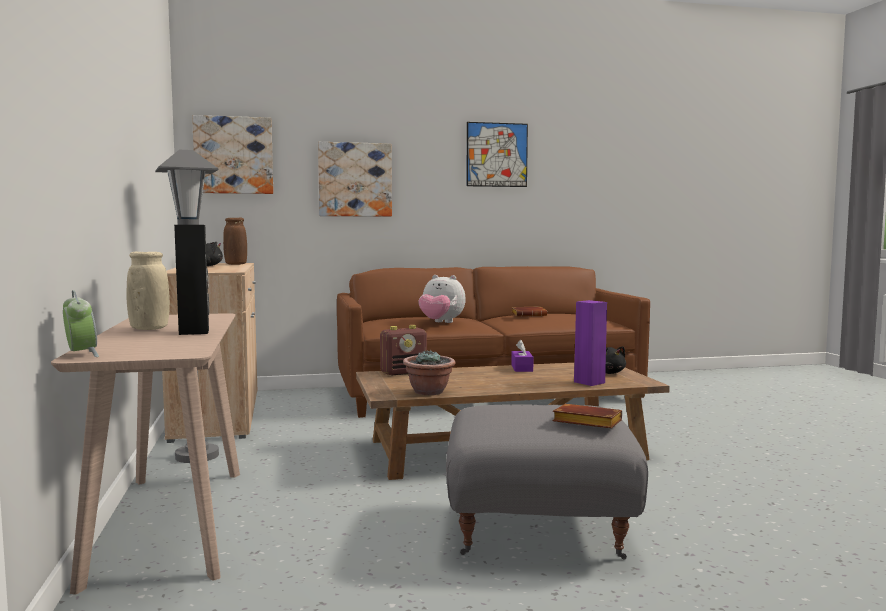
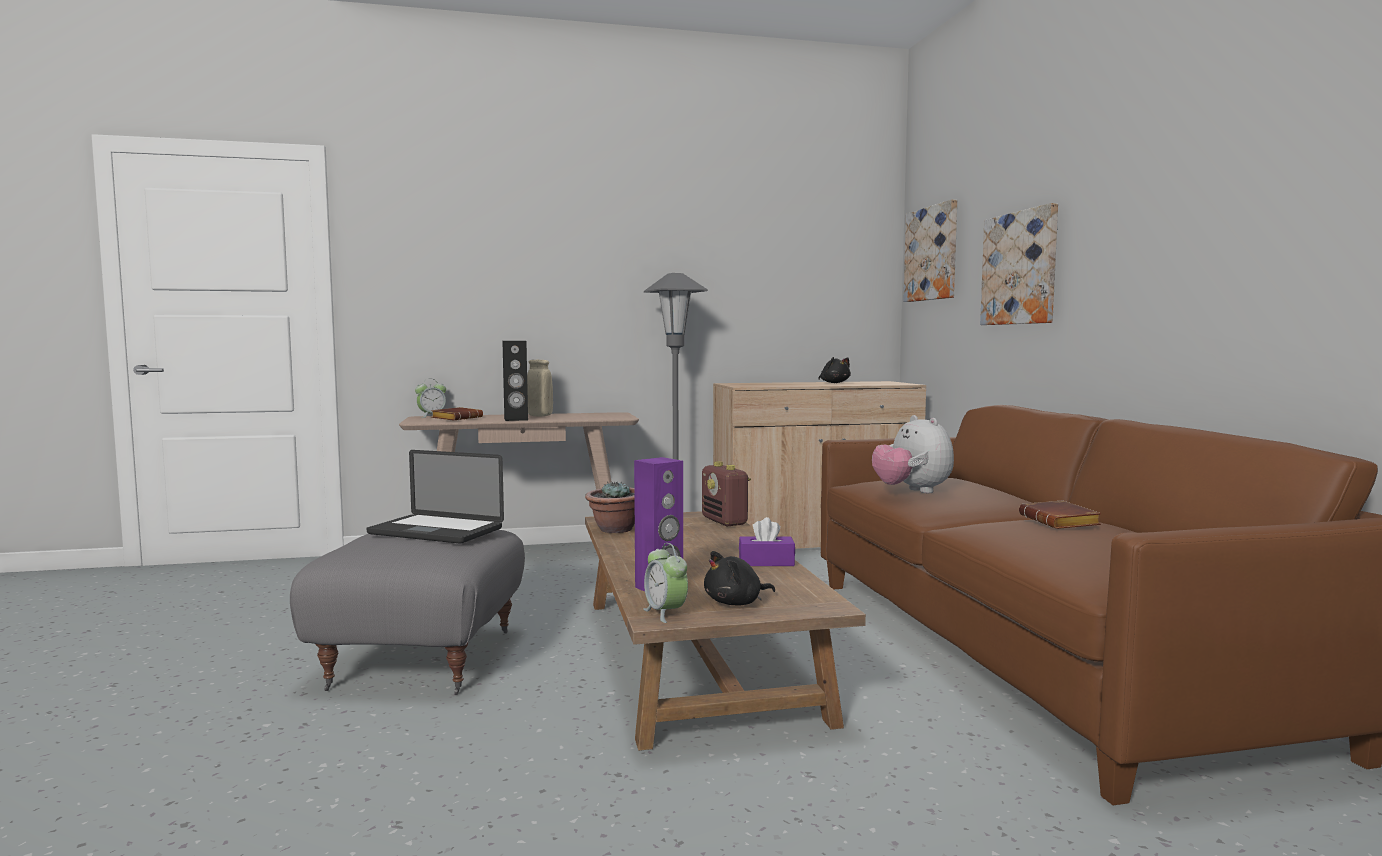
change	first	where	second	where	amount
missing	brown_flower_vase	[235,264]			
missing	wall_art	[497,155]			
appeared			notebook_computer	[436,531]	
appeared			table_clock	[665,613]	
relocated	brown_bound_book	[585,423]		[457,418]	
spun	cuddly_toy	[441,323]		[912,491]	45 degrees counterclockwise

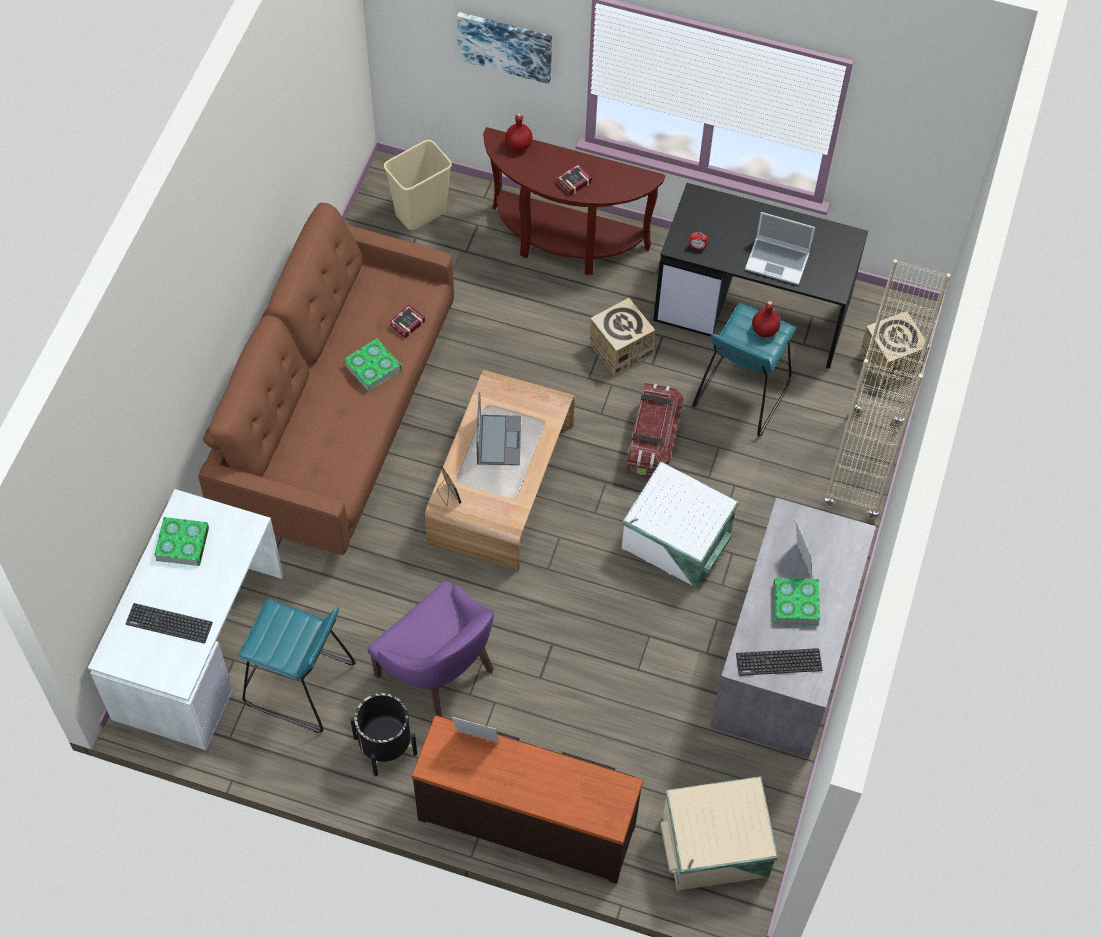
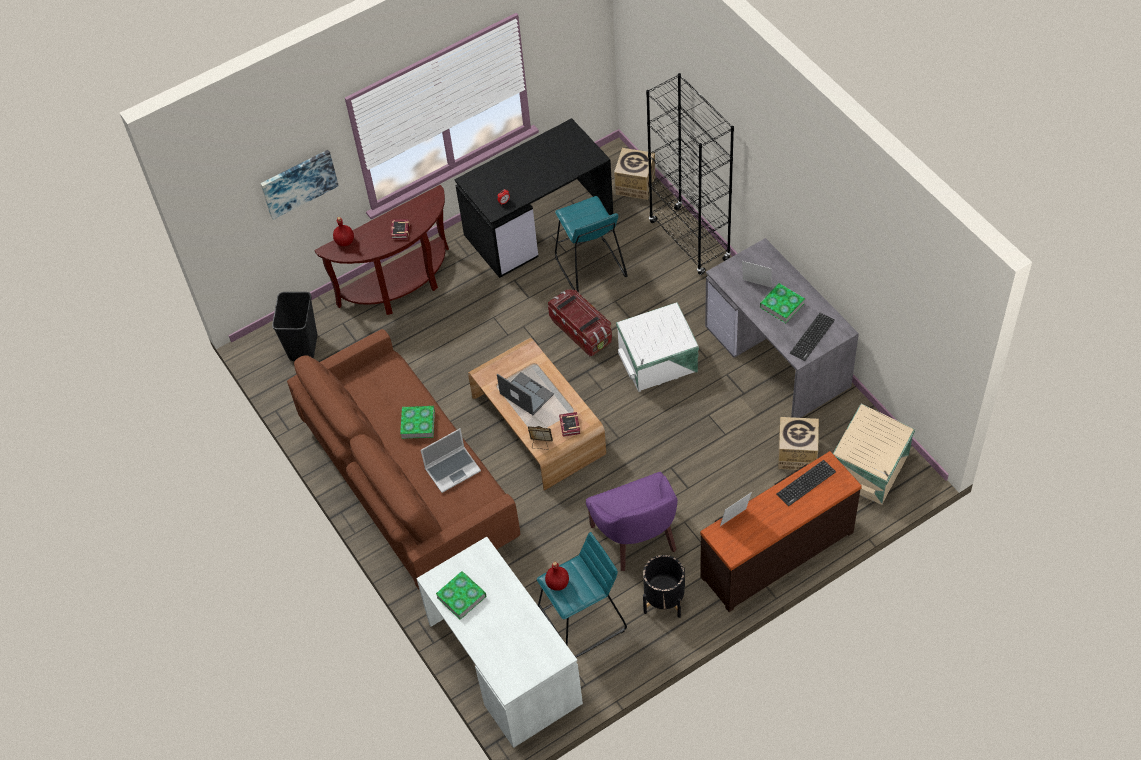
change	first	where	second	where	amount
relocated	PC_keyboard	[169,623]		[806,483]	
relocated	bound_book	[405,324]		[569,427]	
relocated	carton	[620,349]		[797,454]	
relocated	notebook_computer	[778,261]		[453,469]	
relocated	reddish_drink_bottle	[764,330]		[557,583]	
colour	beige-coloured_waste_bin	[420,212]	black-coloured_waste_bin	[303,347]	
colour	beige-coloured_bookshelf	[863,465]	black-coloured_bookshelf	[689,241]	
spun	purple-coloured_armchair	[440,670]		[637,537]	75 degrees clockwise

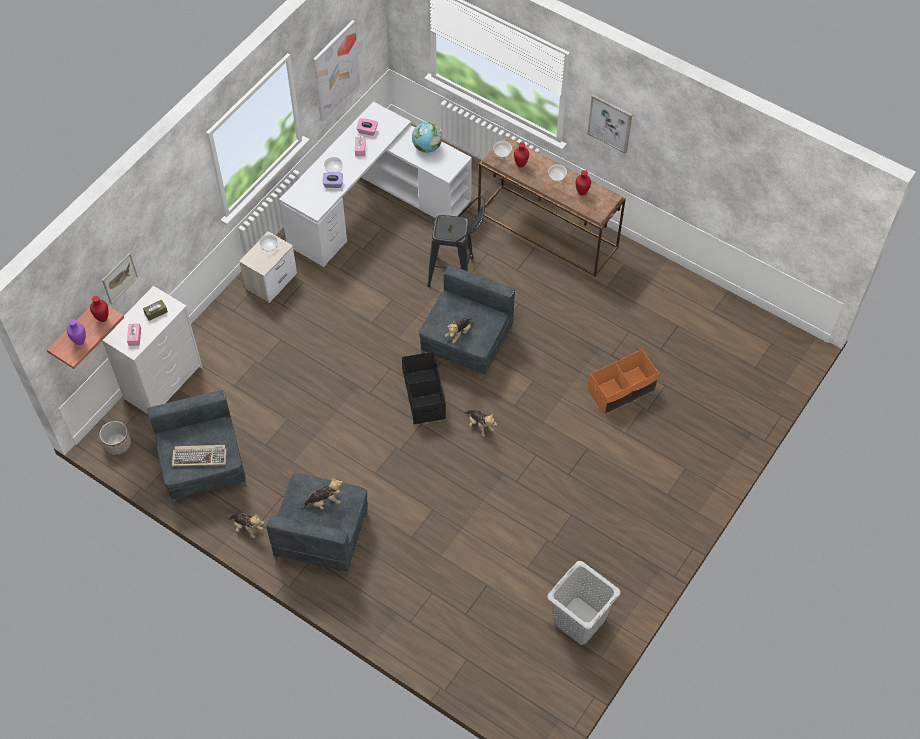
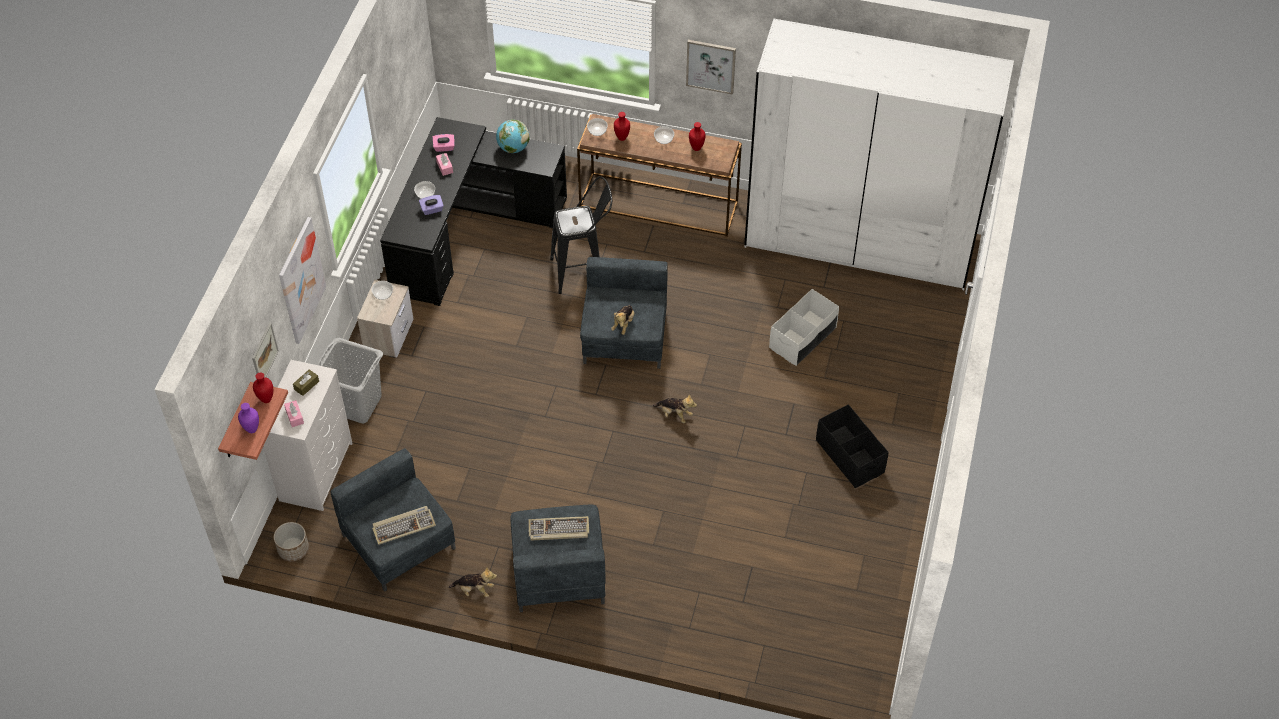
change	first	where	second	where	amount
appeared			white_clothes_cupboard	[860,242]	
relocated	wall_art	[335,70]		[301,280]	
relocated	black-coloured_storage_box	[424,396]		[850,456]	
relocated	grey_washing_basket	[579,621]		[356,404]	
exchanged	cuddly_toy	[324,501]	PC_keyboard	[558,530]	
colour	white_desk_unit	[375,204]	black-coloured_desk_unit	[466,228]	
colour	orange_storage_box	[621,390]	white_storage_box	[803,338]	

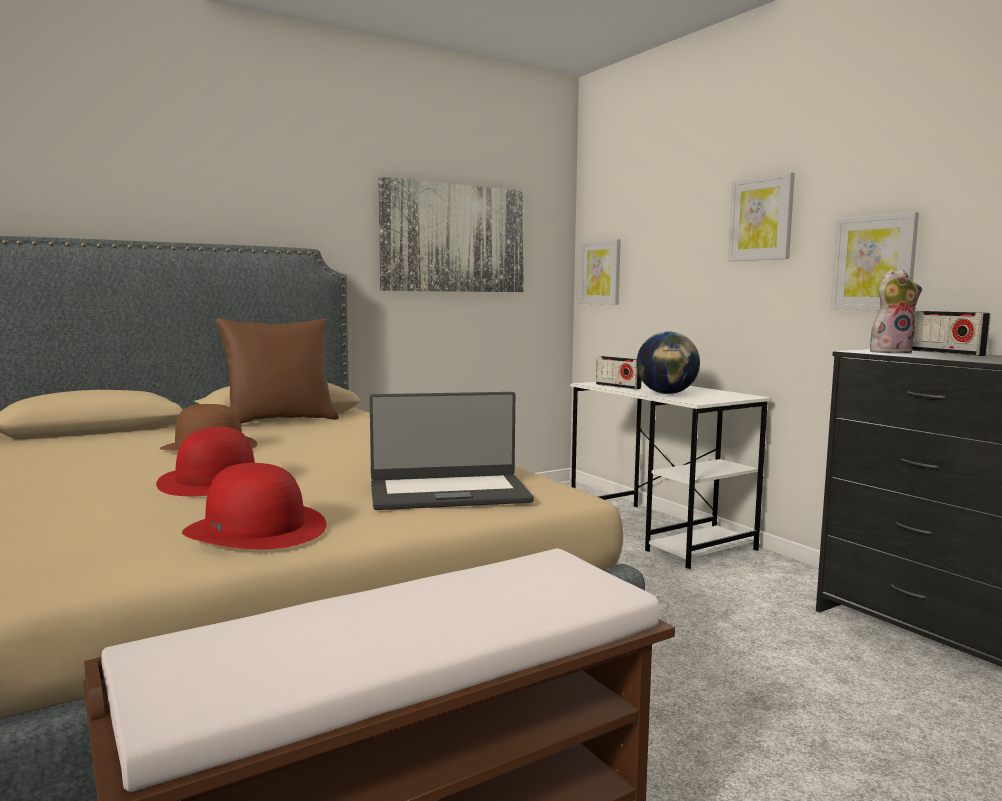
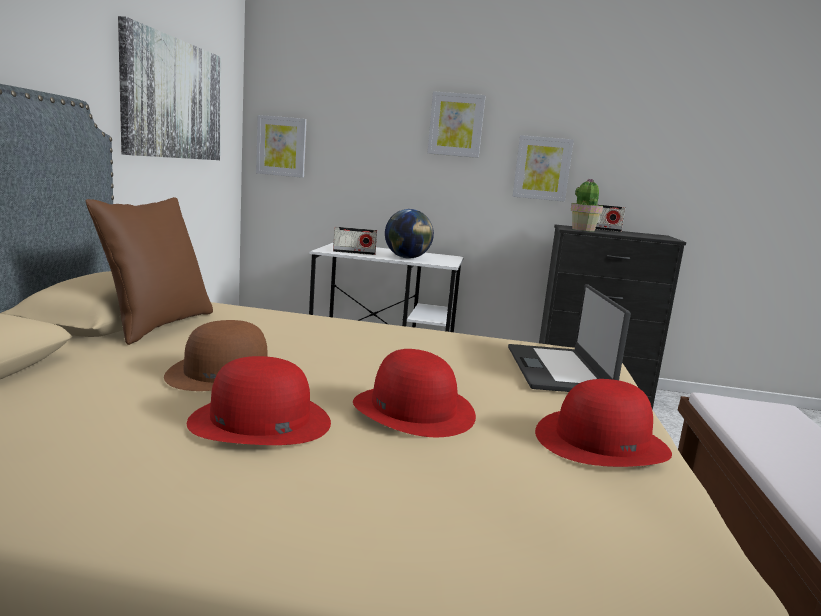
change	first	where	second	where	amount
appeared			reddish_hat	[259,421]	
exchanged	cuddly_toy	[890,352]	potted_plant	[583,229]	
spun	notebook_computer	[448,493]		[558,370]	150 degrees clockwise

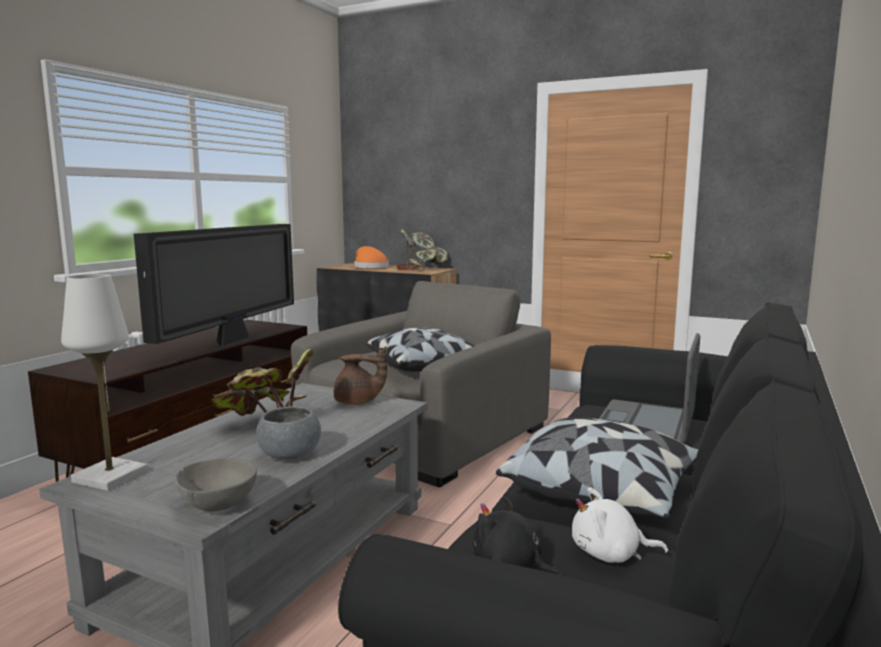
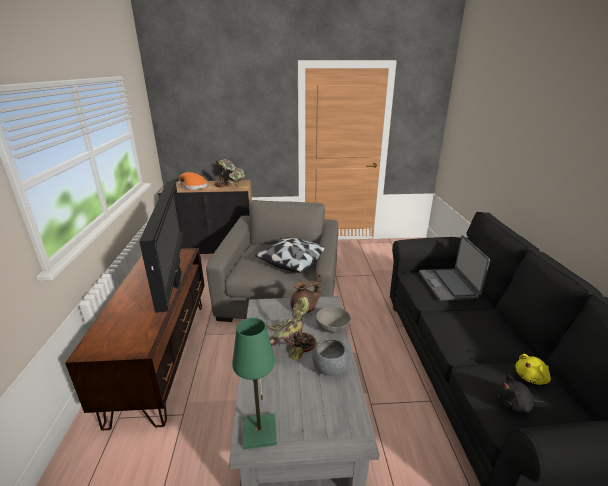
change	first	where	second	where	amount
missing	throw_pillow	[603,492]			
relocated	grey_bowl	[218,505]		[333,328]	
colour	white_tabletop_lamp	[111,477]	greenish_tabletop_lamp	[259,432]	
colour	white_cuddly_toy	[610,554]	yellow-coloured_cuddly_toy	[531,377]	

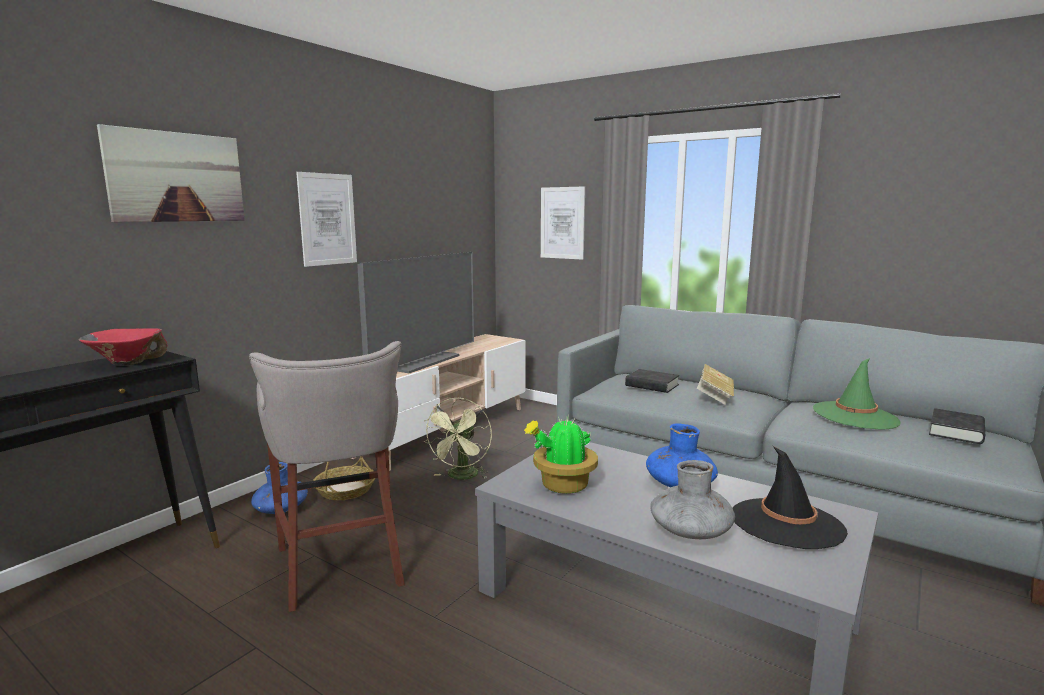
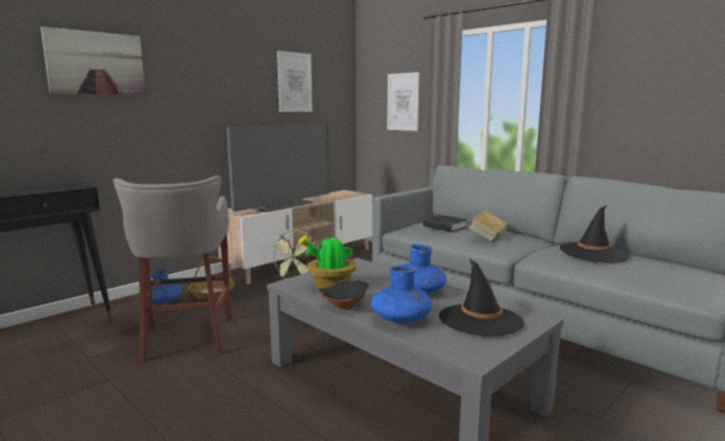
change	first	where	second	where	amount
missing	reddish_bowl	[127,363]			
missing	black-coloured_bound_book	[956,431]			
appeared			black-coloured_bowl	[343,306]	
relocated	wall_art	[327,219]		[295,82]	
colour	grey_flower_vase	[690,532]	blue_flower_vase	[401,319]	
colour	greenish_hat	[855,416]	black-coloured_hat	[593,253]	

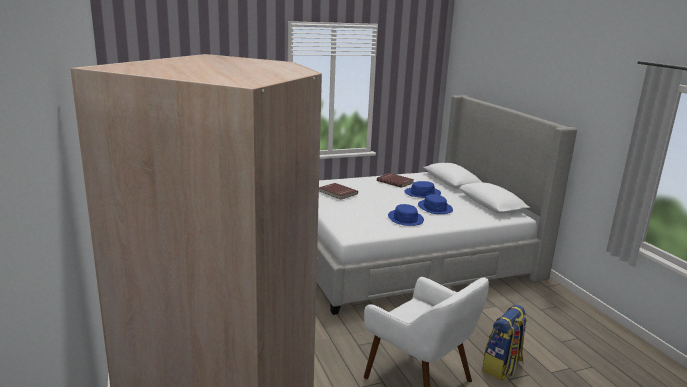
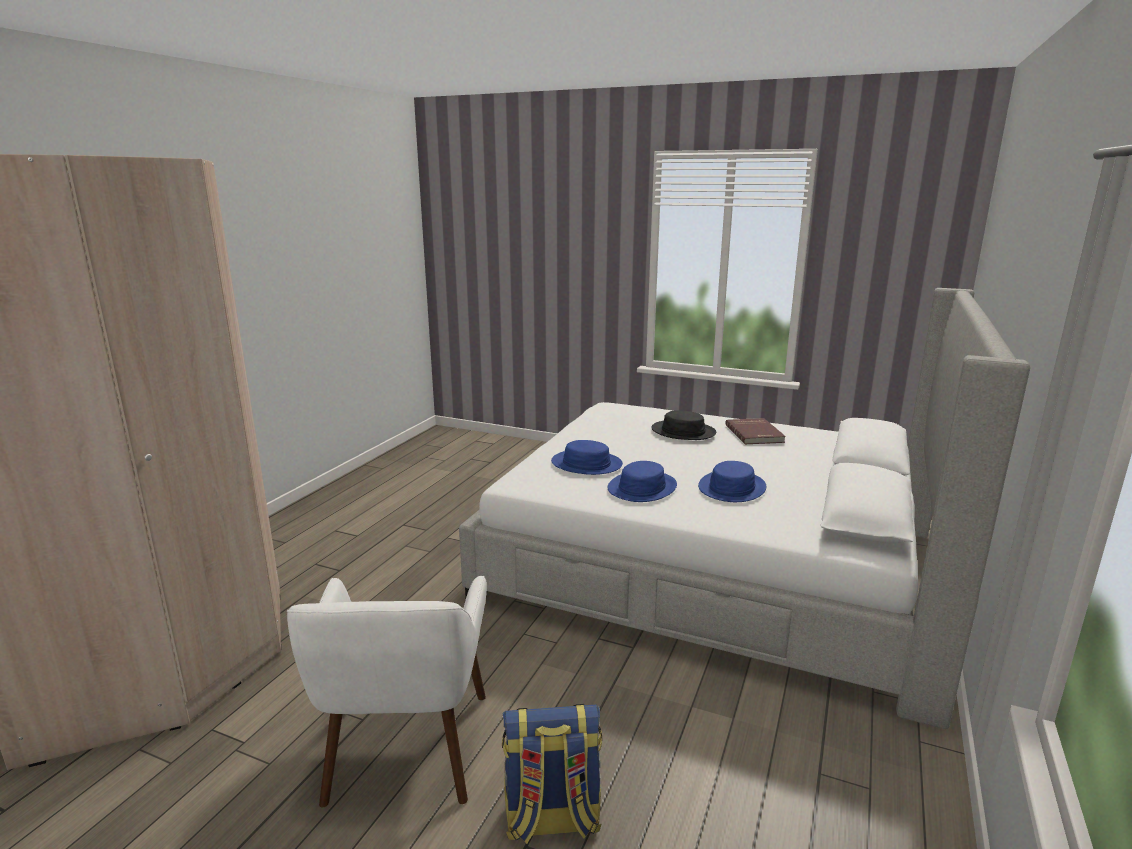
change	first	where	second	where	amount
missing	reddish_bound_book	[337,192]			
appeared			black-coloured_hat	[683,431]	
relocated	blue_hat	[422,193]		[586,464]	

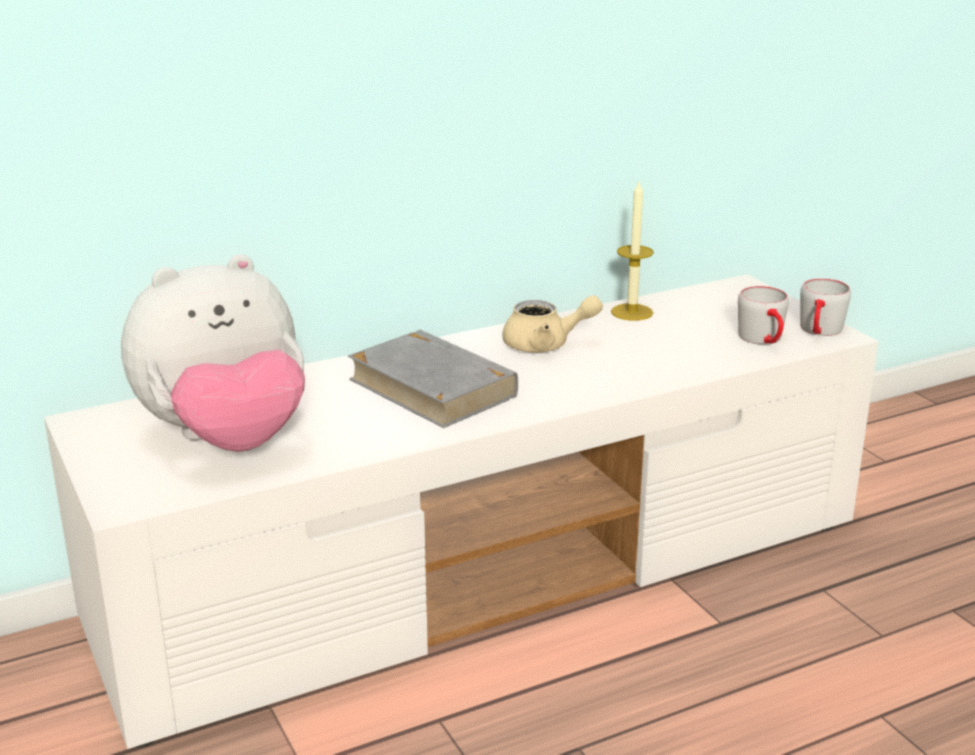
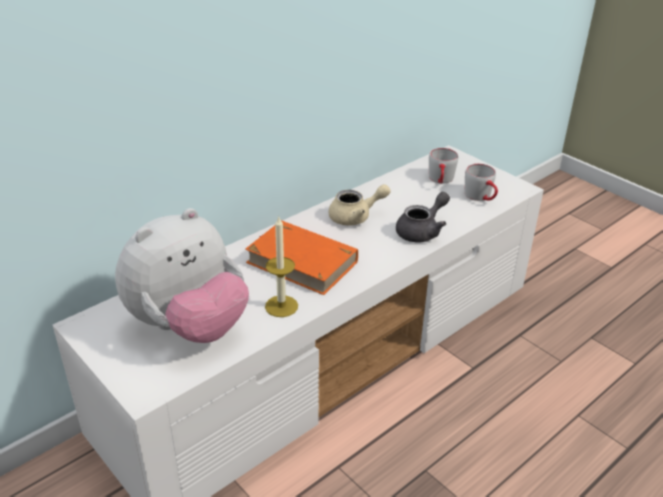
change	first	where	second	where	amount
appeared			grey_teapot	[422,231]	
relocated	wax_candle	[632,312]		[281,306]	
relocated	grey_mug	[820,332]		[441,180]	
colour	grey_bound_book	[432,387]	orange_bound_book	[302,262]	

